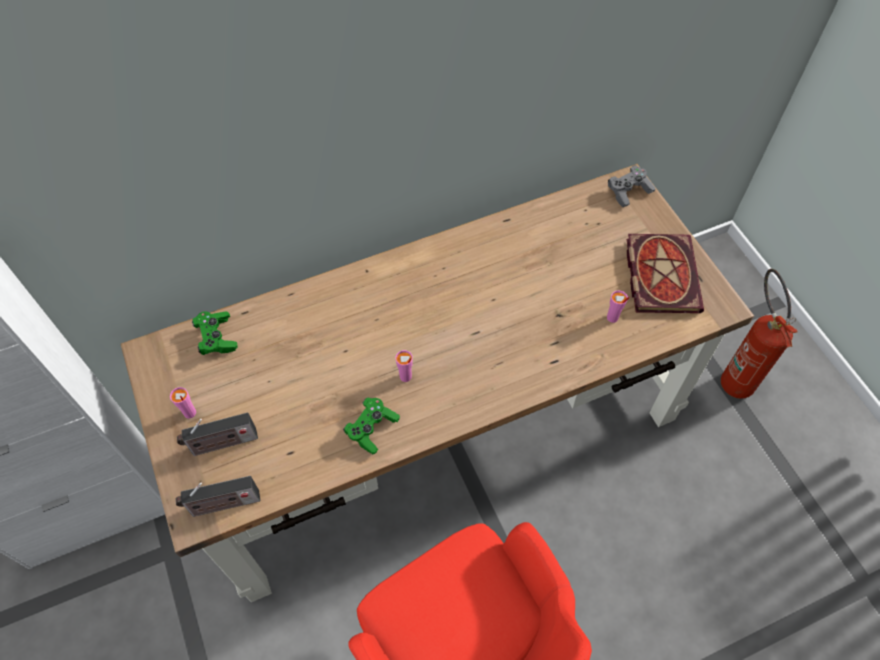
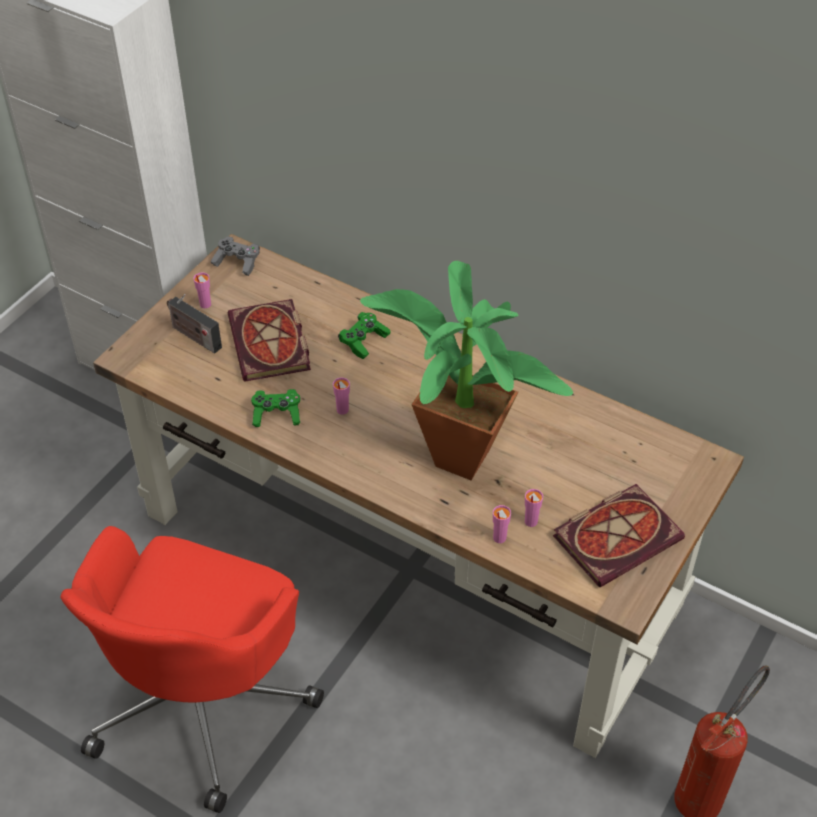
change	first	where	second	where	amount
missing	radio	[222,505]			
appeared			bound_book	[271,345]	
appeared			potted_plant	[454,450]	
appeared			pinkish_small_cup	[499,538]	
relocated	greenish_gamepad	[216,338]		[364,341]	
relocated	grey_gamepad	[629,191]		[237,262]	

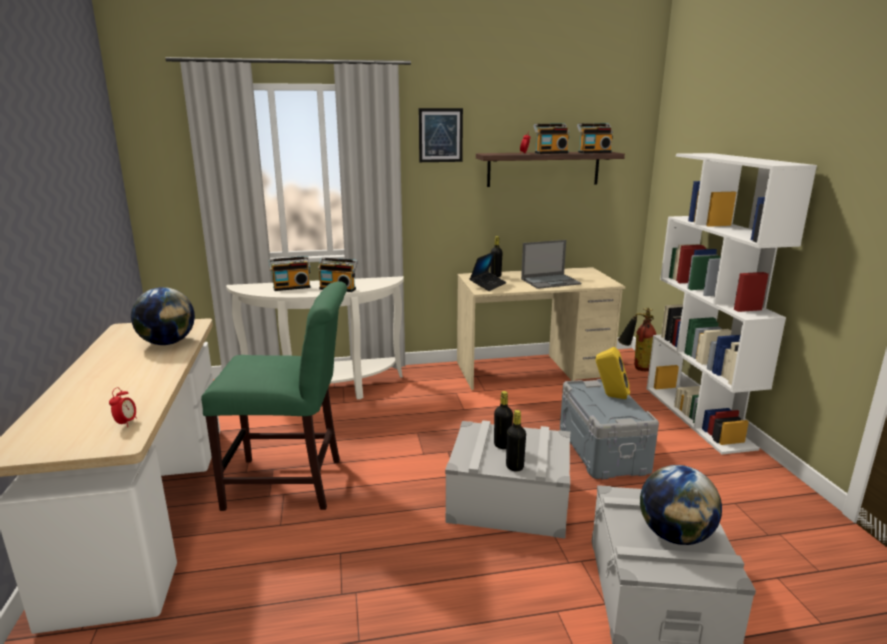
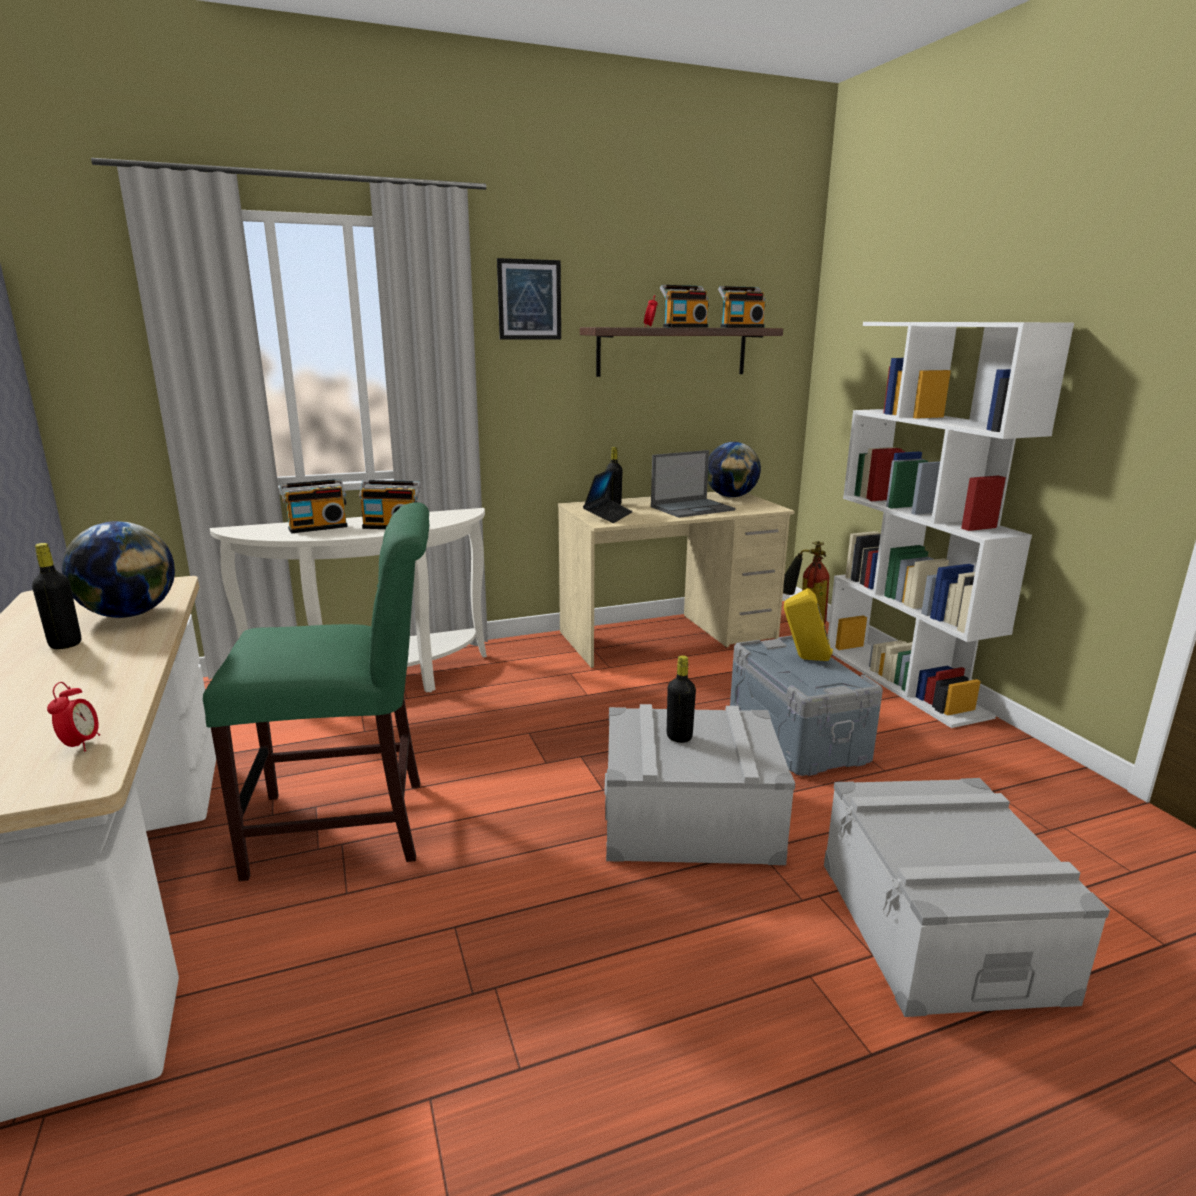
change	first	where	second	where	amount
relocated	black-coloured_drink_bottle	[514,467]		[65,644]	
relocated	globe	[675,535]		[731,496]	

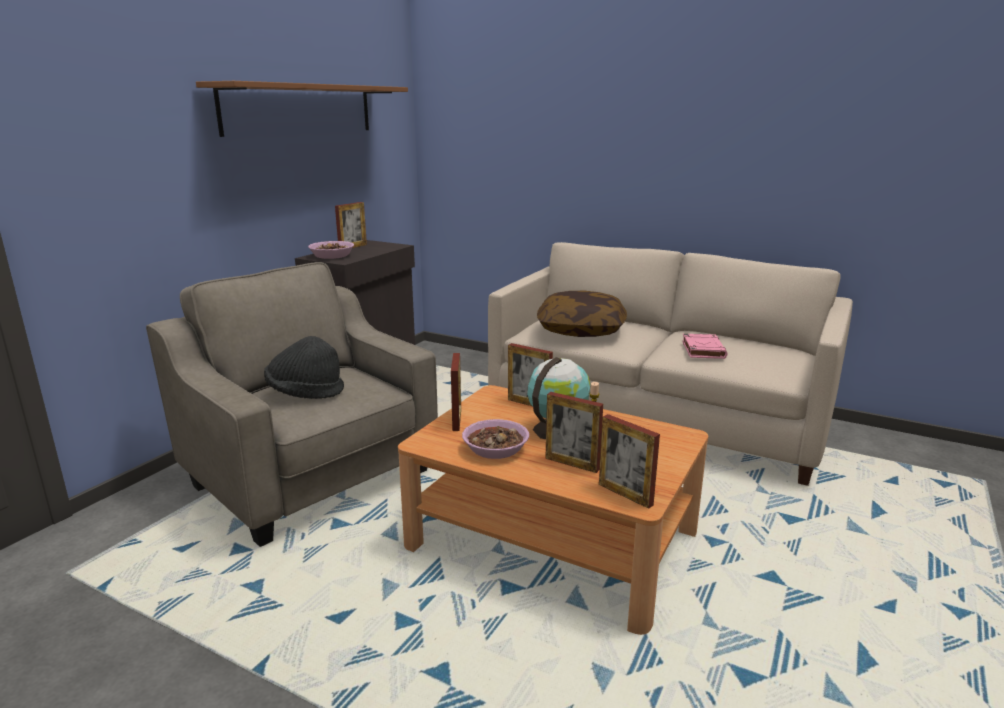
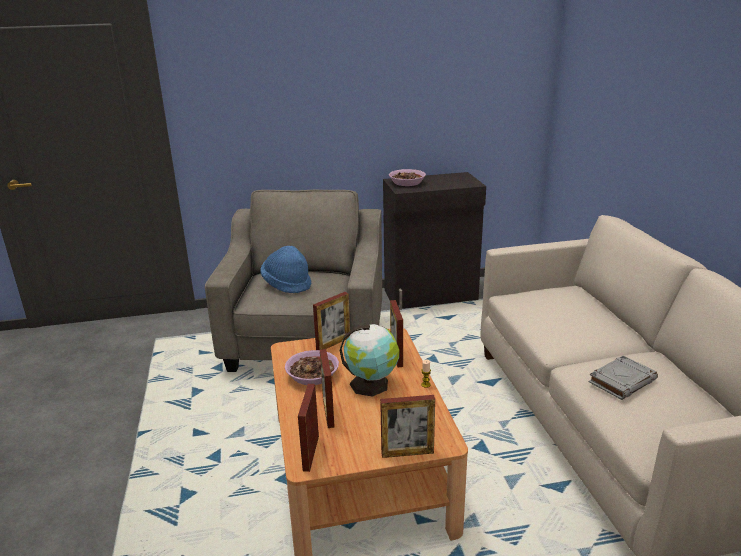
change	first	where	second	where	amount
missing	brown_wall_shelf	[300,109]			
missing	throw_pillow	[581,329]			
relocated	standing_frame	[353,247]		[407,453]	
colour	black-coloured_hat	[305,393]	blue_hat	[287,284]	
colour	pinkish_bound_book	[703,350]	grey_bound_book	[622,381]	

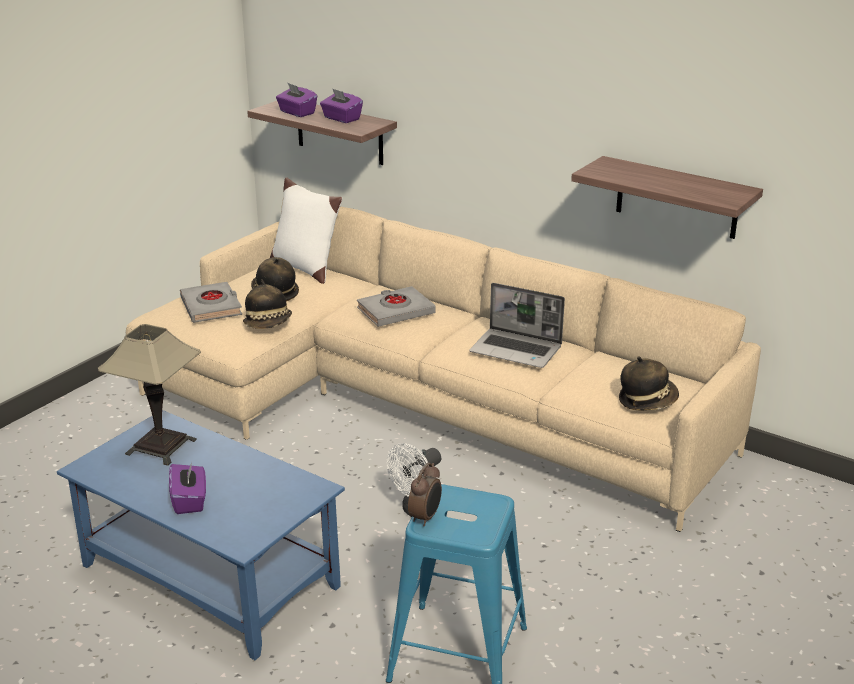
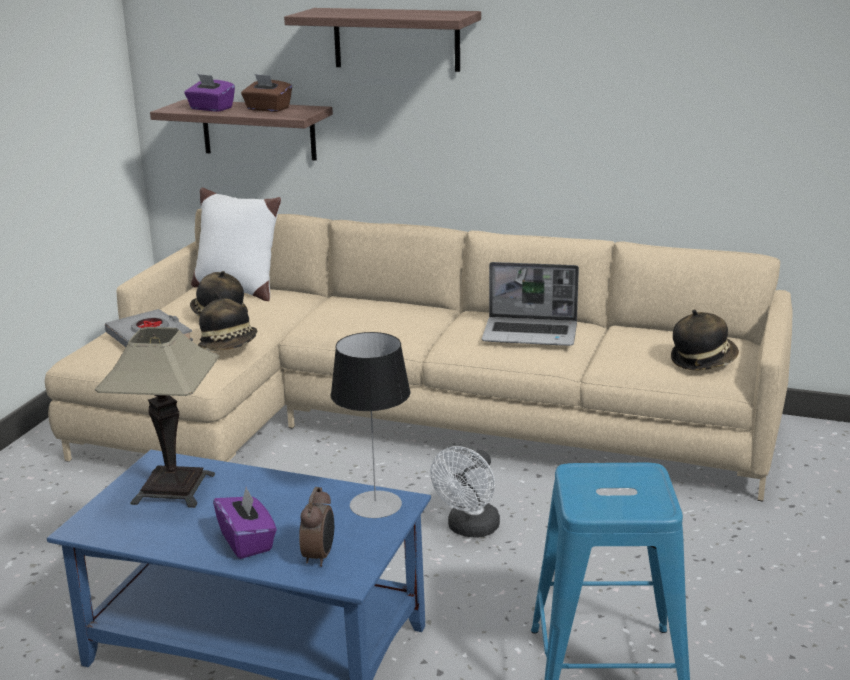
change	first	where	second	where	amount
missing	grey_bound_book	[395,311]			
appeared			tabletop_lamp	[375,504]	
relocated	table_clock	[426,517]		[319,556]	
relocated	wall_shelf	[677,198]		[396,39]	
colour	purple-coloured_tissue_holder	[341,119]	brown_tissue_holder	[267,109]	

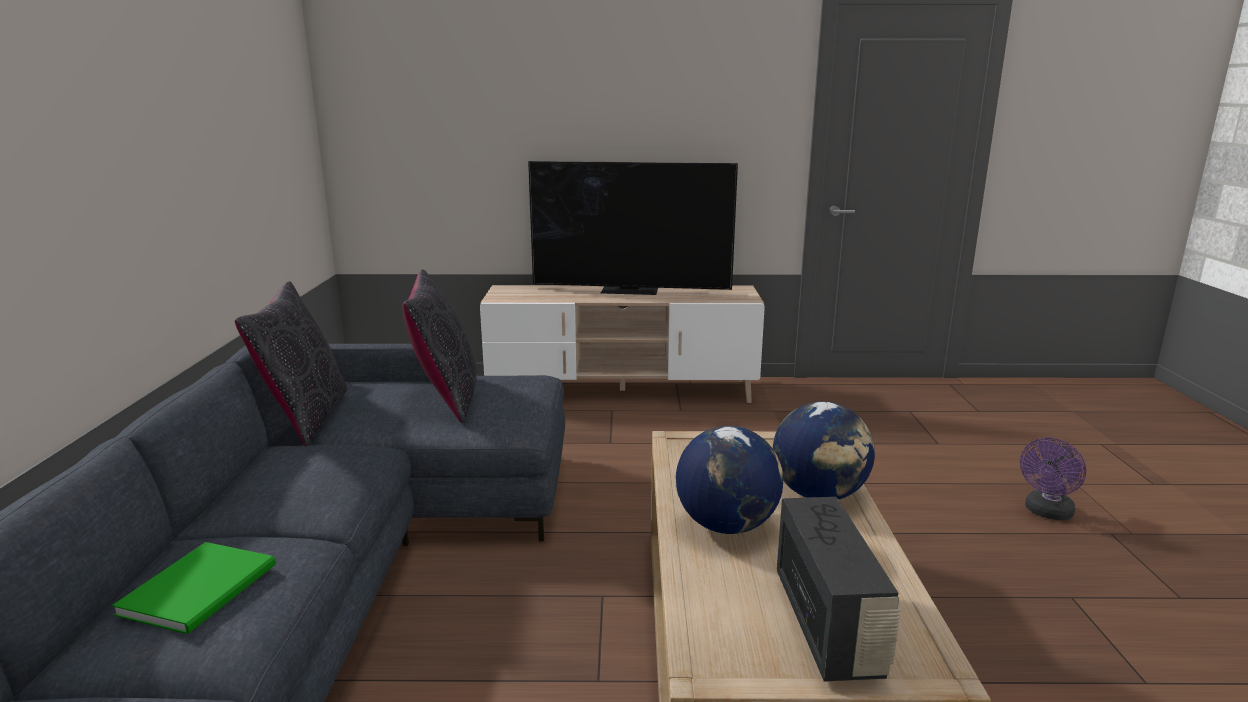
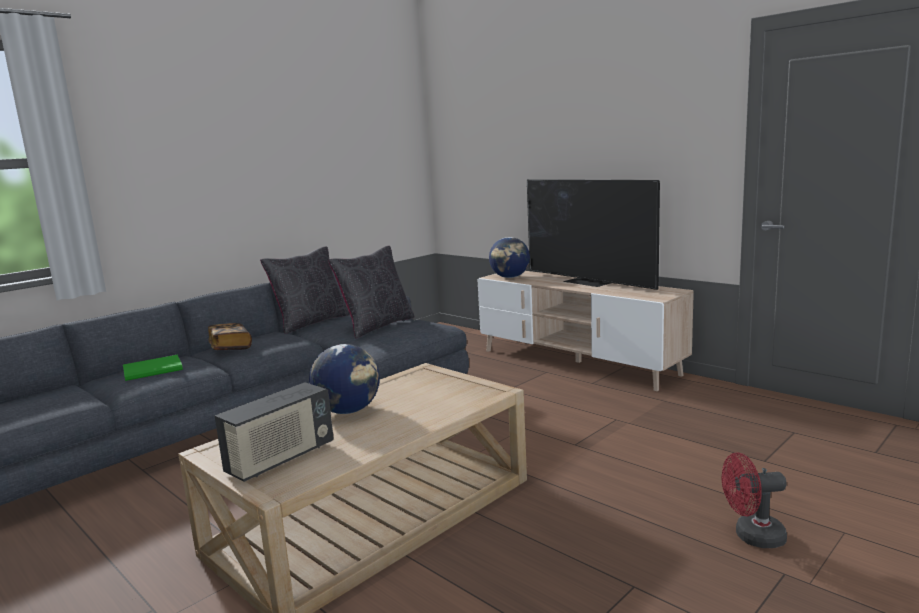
change	first	where	second	where	amount
appeared			bound_book	[230,347]	
relocated	globe	[819,495]		[510,277]	
colour	purple-coloured_fan	[1046,513]	reddish_fan	[752,537]	

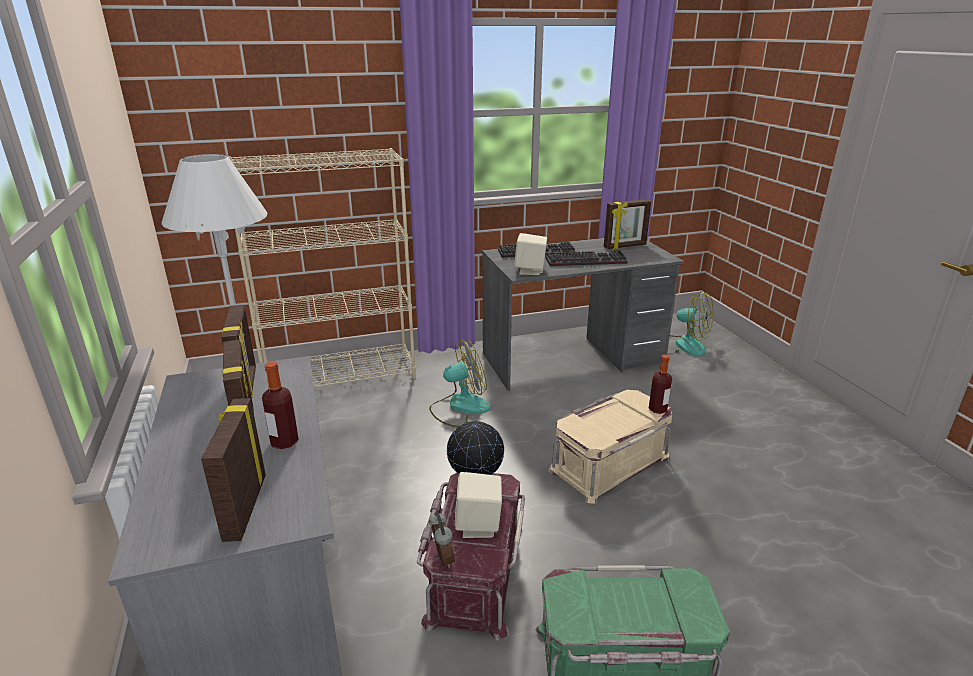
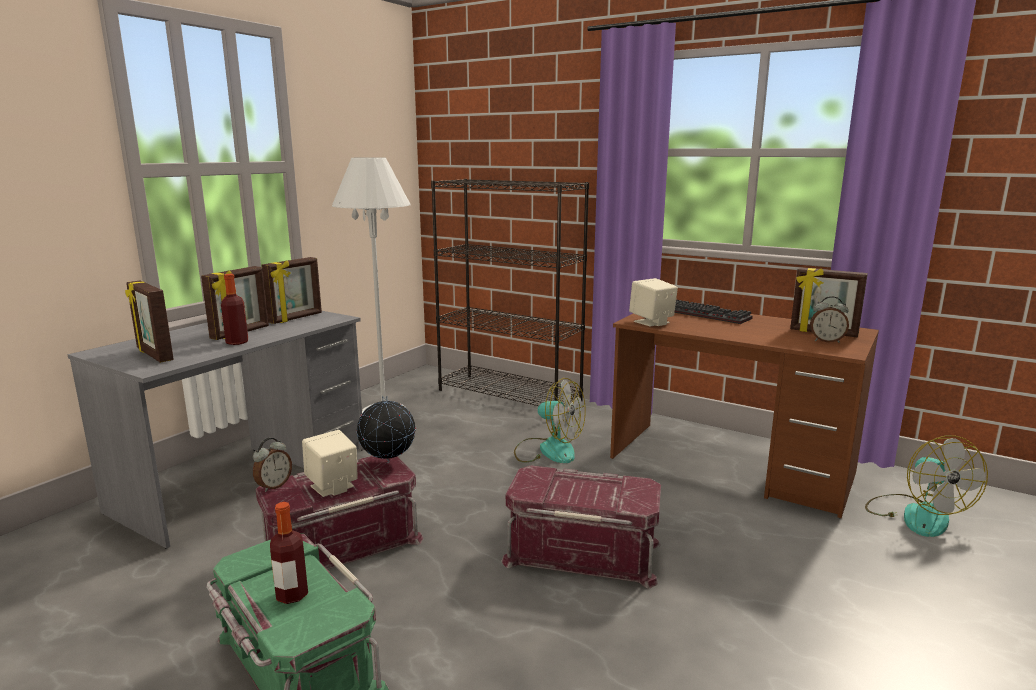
change	first	where	second	where	amount
missing	PC_keyboard	[586,260]			
appeared			table_clock	[826,341]	
relocated	drink_bottle	[657,409]		[292,595]	
colour	beige-coloured_bookshelf	[341,376]	black-coloured_bookshelf	[510,395]	
colour	grey_desk_unit	[572,360]	brown_desk_unit	[730,466]	
colour	beige-coloured_storage_box	[609,463]	reddish_storage_box	[583,552]	
spun	standing_frame	[243,507]		[154,355]	90 degrees counterclockwise

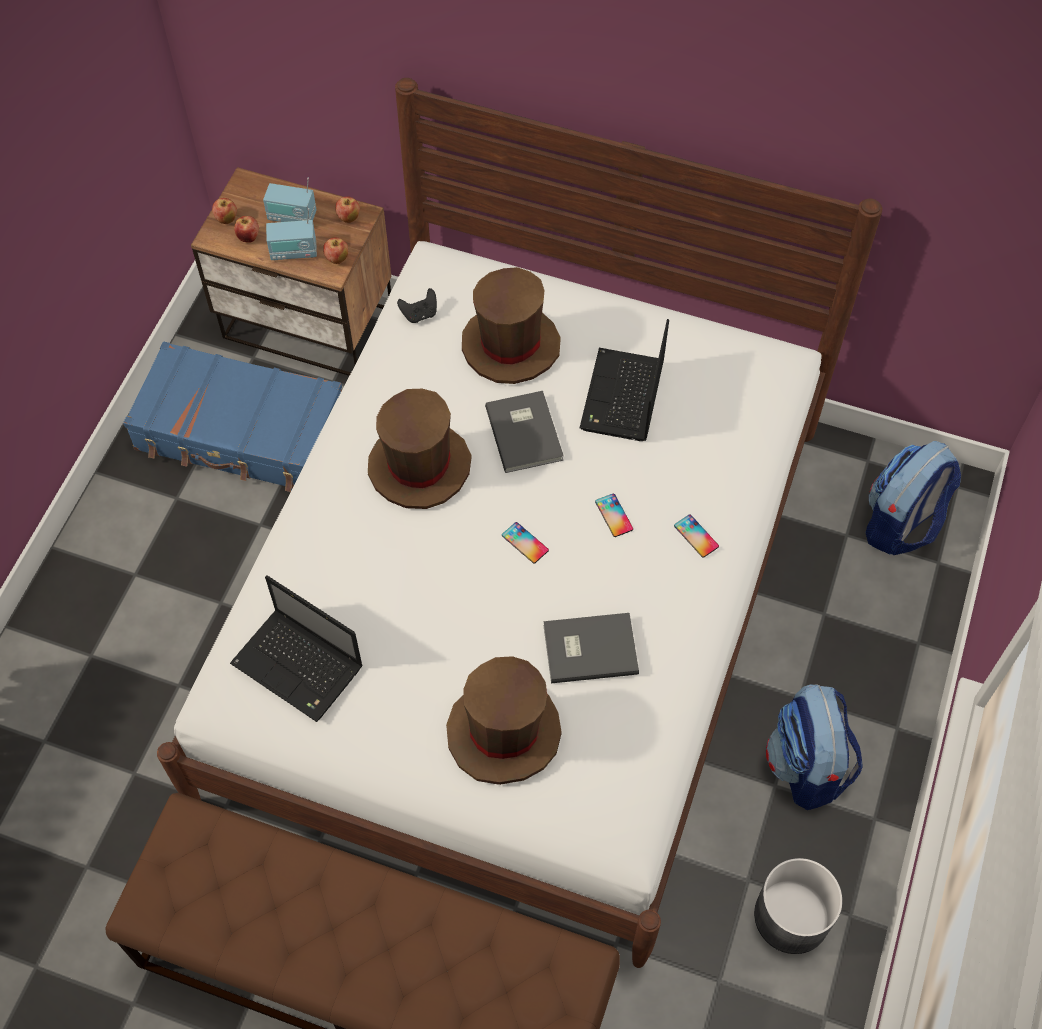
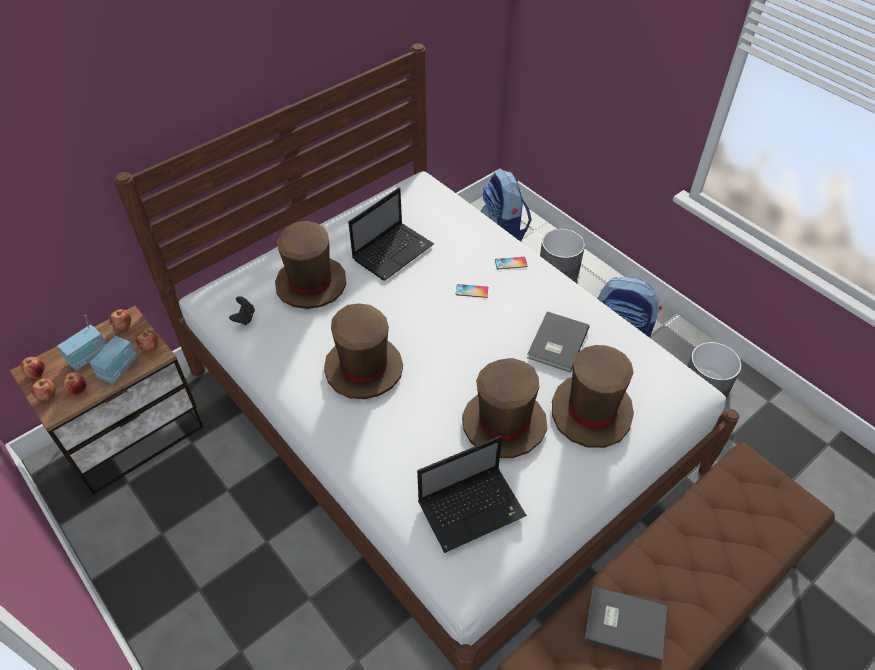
change	first	where	second	where	amount
missing	blue_suitcase	[241,432]			
missing	telephone	[525,543]			
appeared			apple	[37,374]	
appeared			brown_hat	[503,424]	
appeared			grey_plant_pot	[558,269]	
relocated	grey_bound_book	[526,432]		[624,622]	
spun	notebook_computer	[623,398]		[394,251]	90 degrees counterclockwise

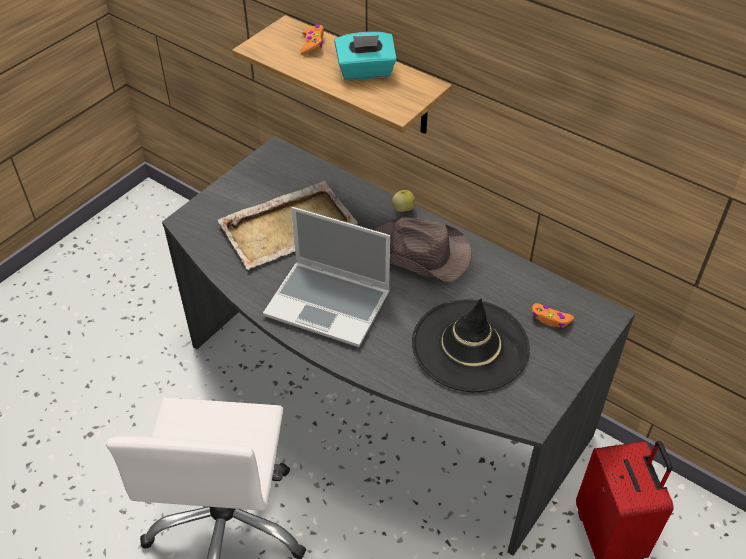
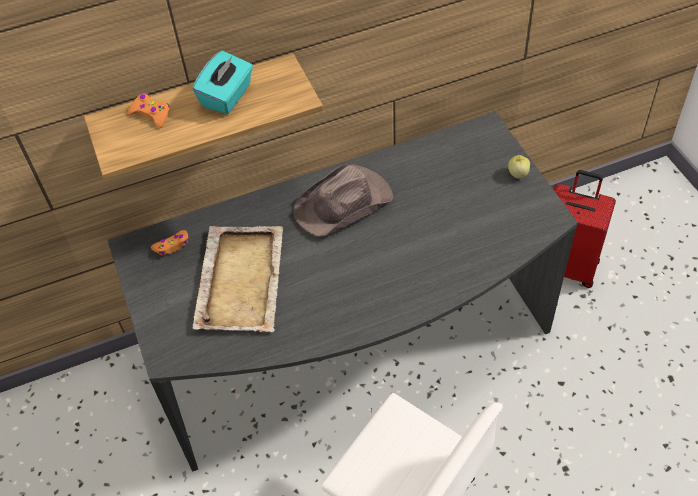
change	first	where	second	where	amount
missing	notebook_computer	[329,304]			
missing	black-coloured_hat	[470,345]			
relocated	apple	[403,209]		[517,174]	
relocated	orange_gamepad	[550,319]		[172,246]	

